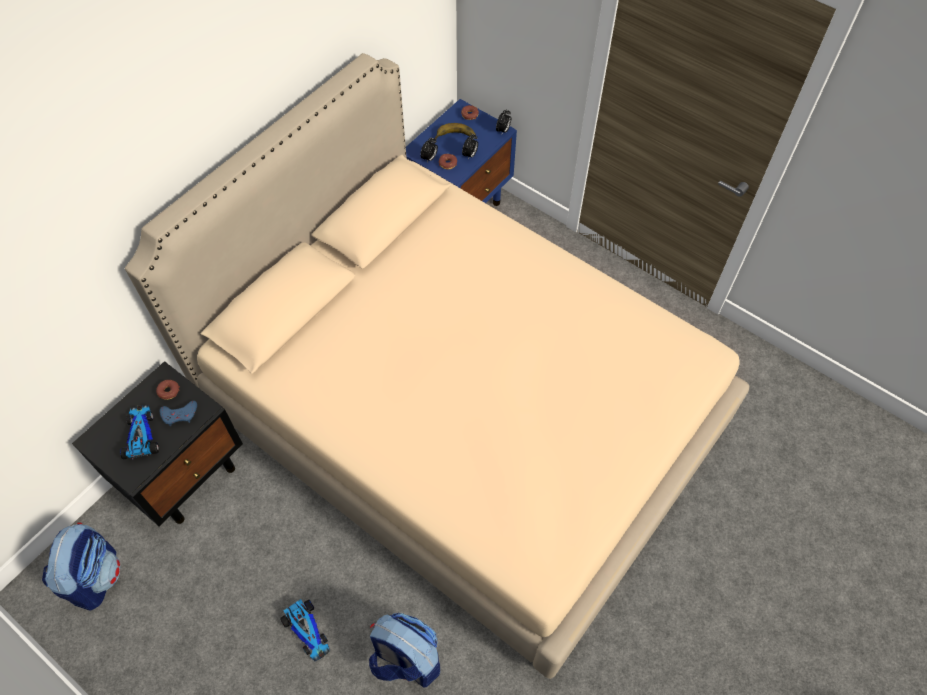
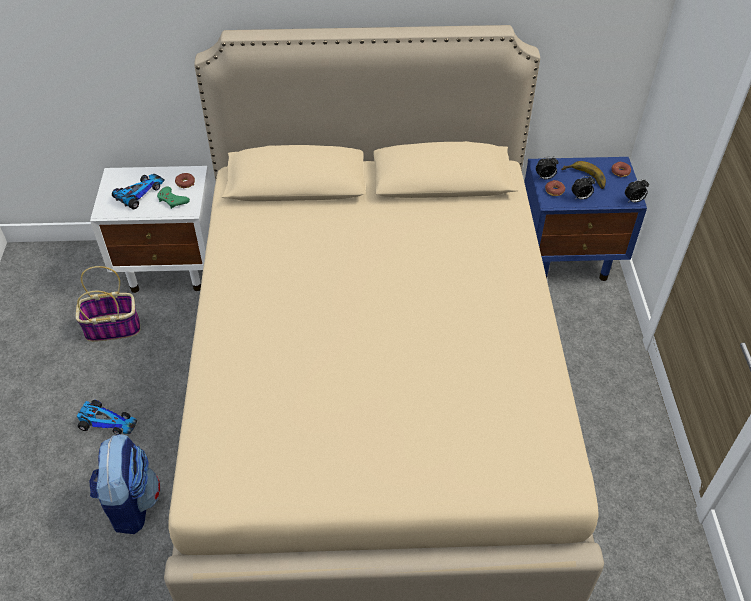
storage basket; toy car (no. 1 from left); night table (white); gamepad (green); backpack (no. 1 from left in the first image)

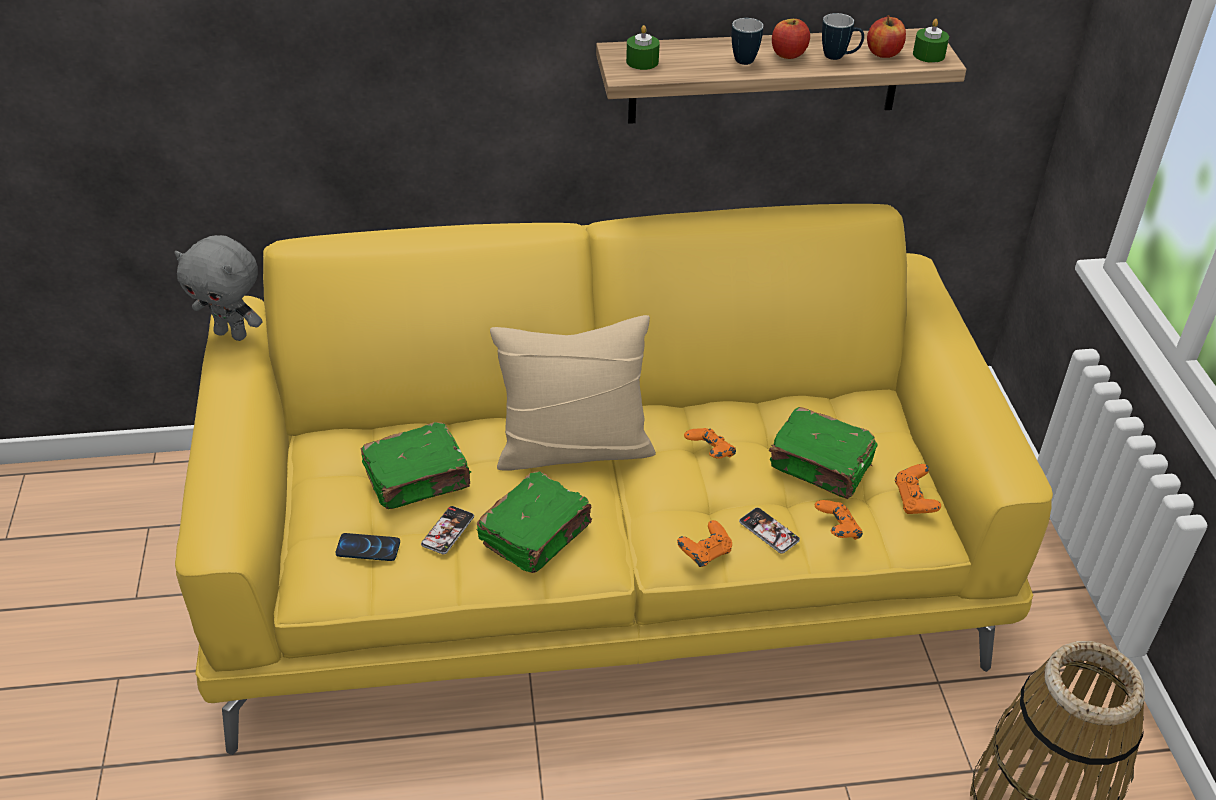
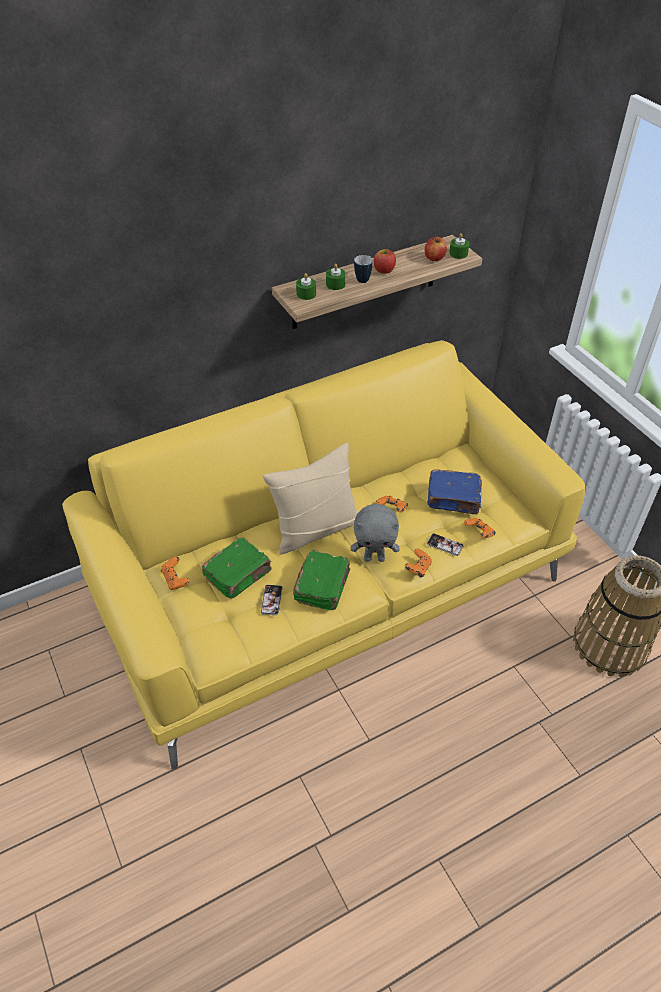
gamepad (orange) (no. 1 from left); wax candle (green) (no. 2 from left); soft toy (greyish); bound book (blue); telephone (no. 1 from left in the first image); coffee mug (no. 2 from left in the first image)

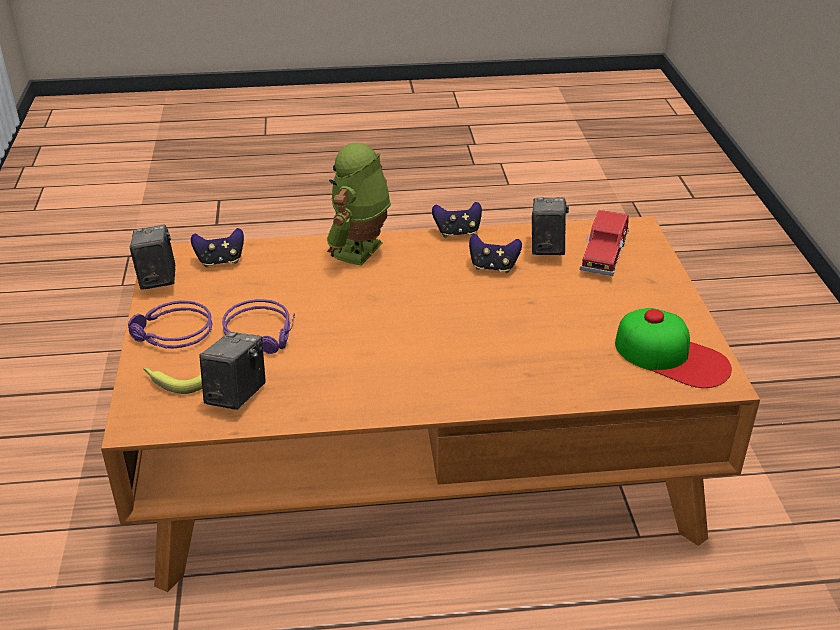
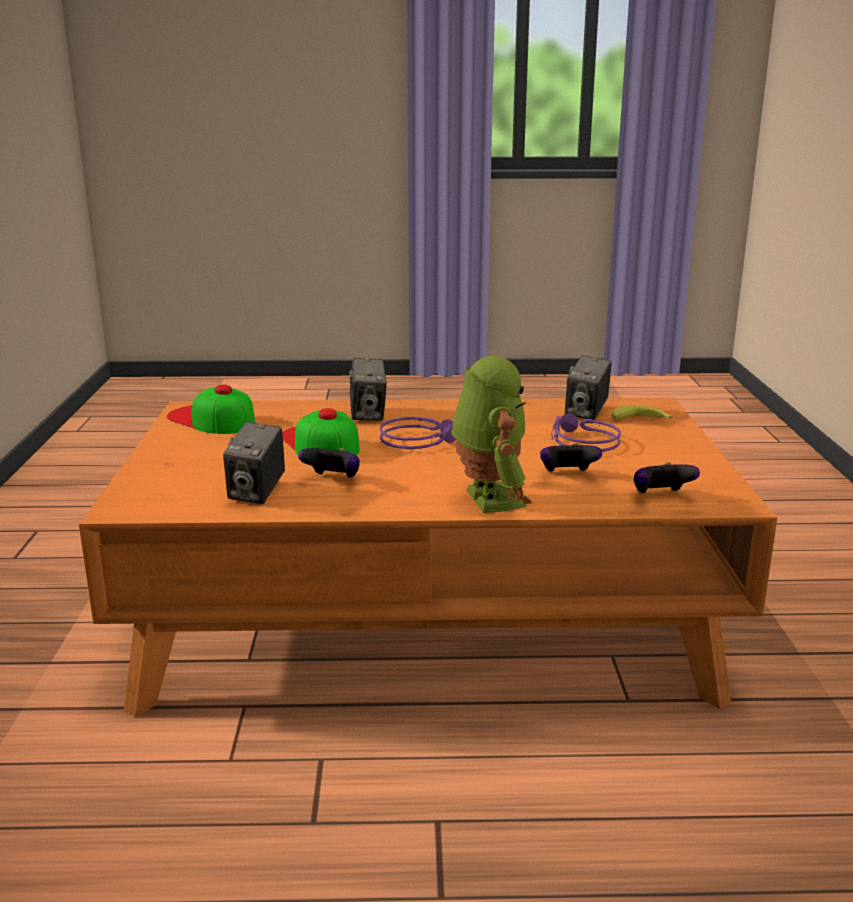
peaked cap (no. 2 from left); photo camera (no. 2 from left); pair of headphones (purple-coloured) (no. 1 from left); model robot; gamepad (no. 2 from left); toy car (red-coloured)

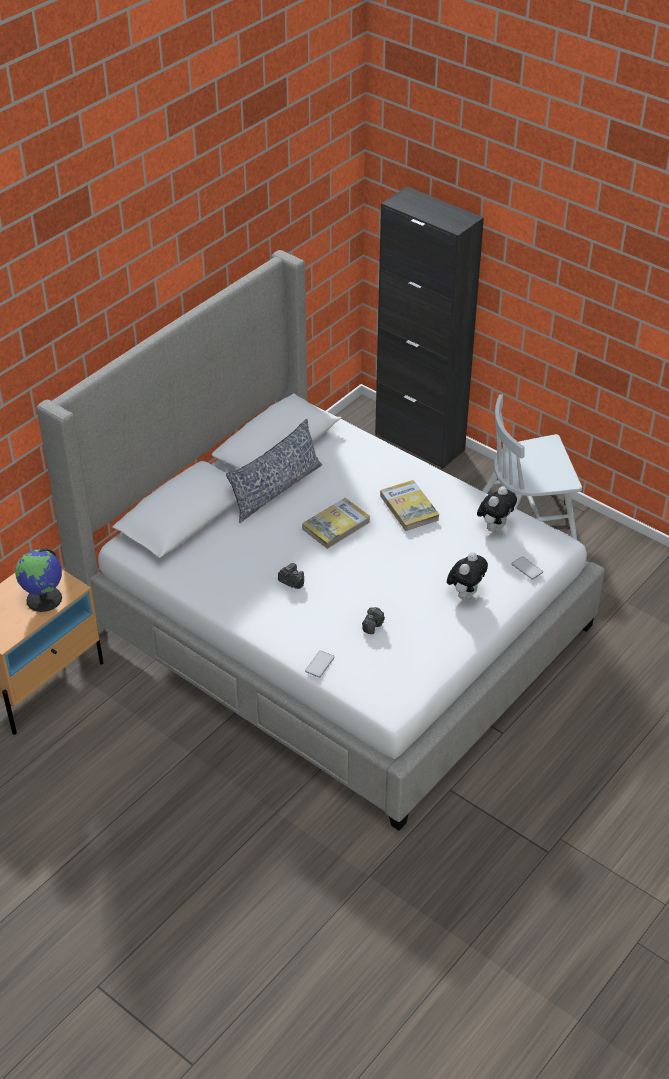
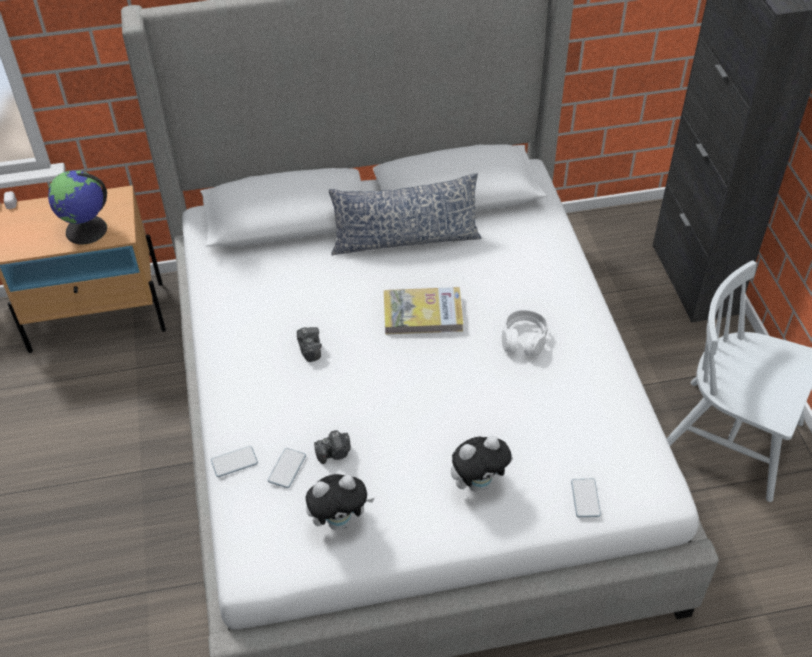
telephone (no. 2 from left); soft toy (no. 1 from left); pair of headphones (white)

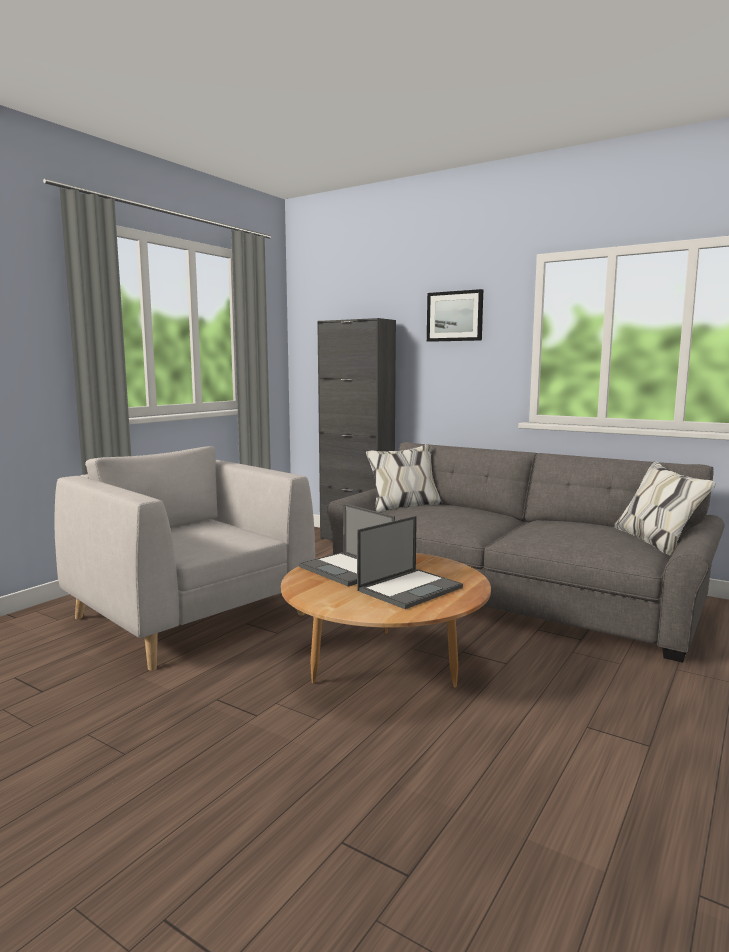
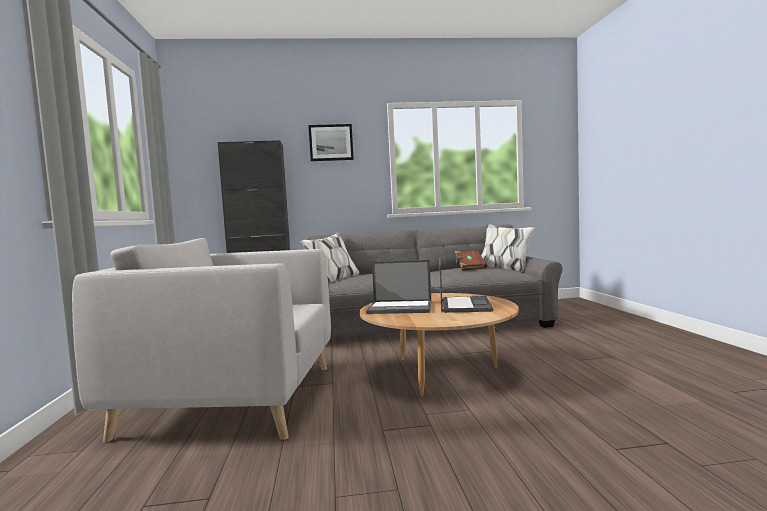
bound book (brown-coloured)

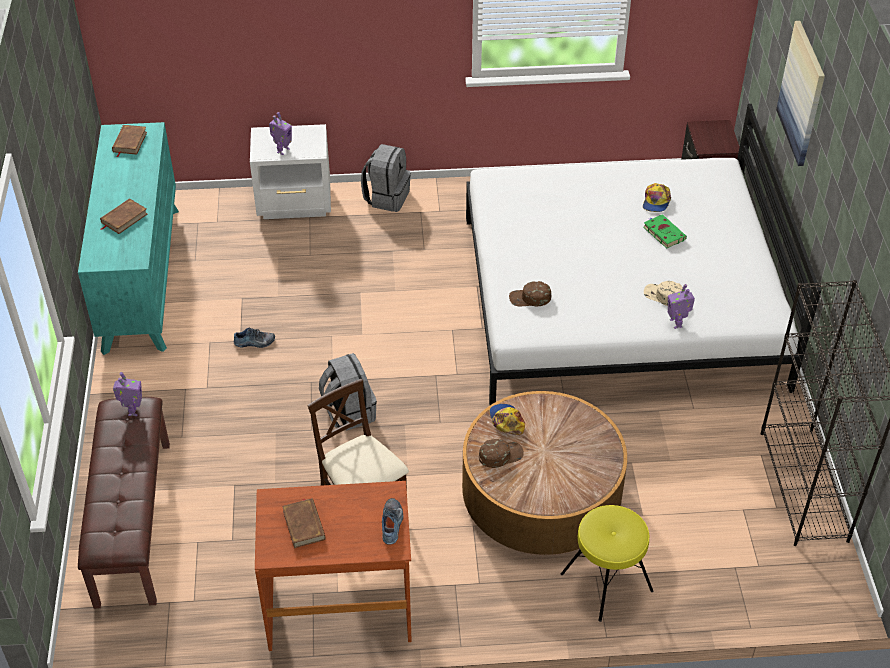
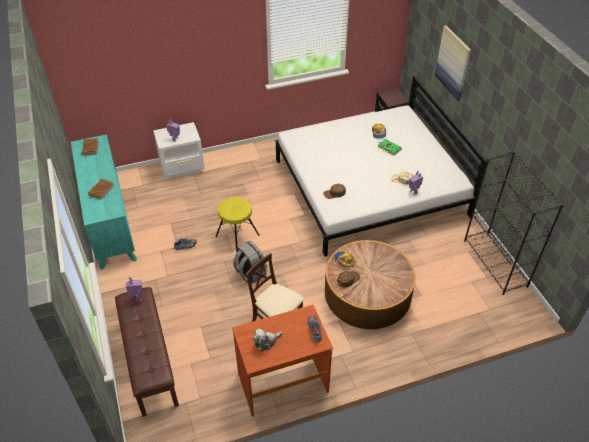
sitting stool (yellowish); soft toy; backpack (greyish) (no. 2 from left in the first image)

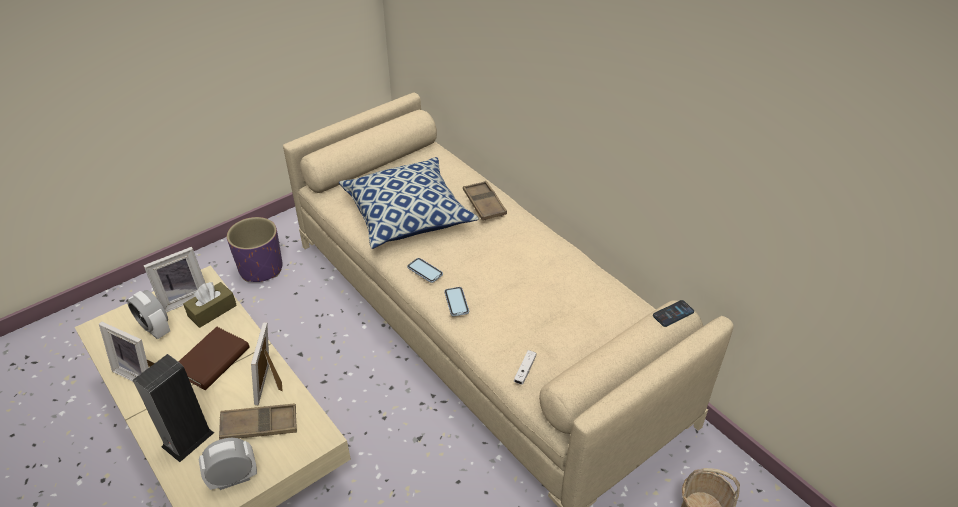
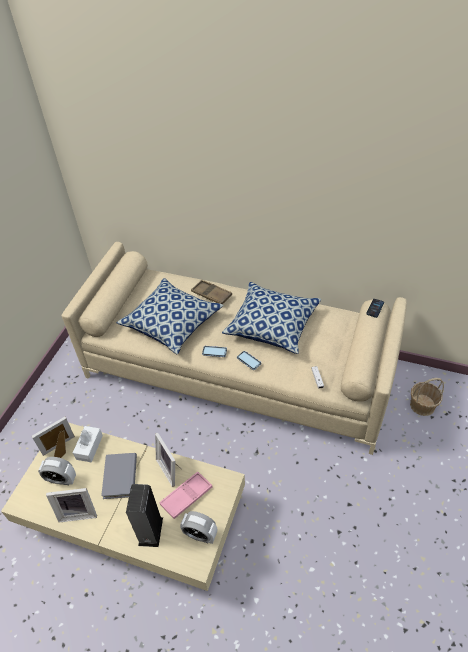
standing frame (no. 1 from left); box of tissues (white); bound book (greyish); tray (pinkish); alarm clock (no. 2 from left); cushion (no. 2 from left); flower pot (purple-coloured)

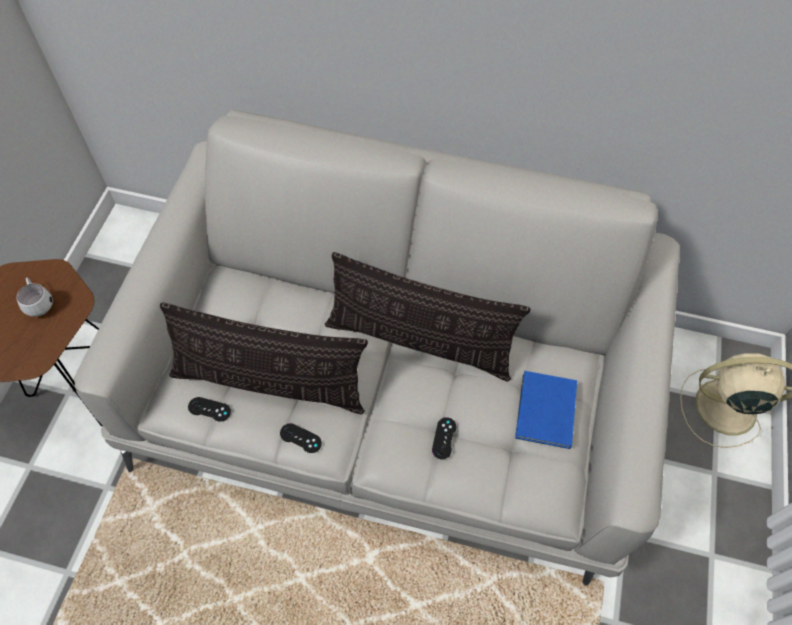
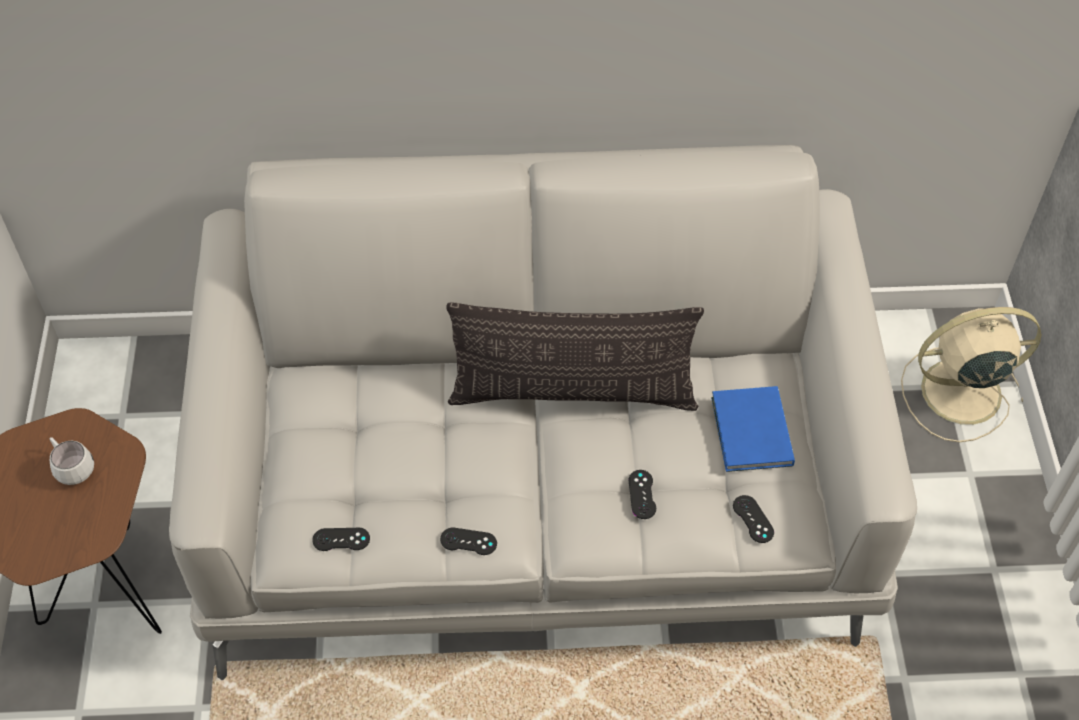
gamepad (black-coloured) (no. 4 from left); cushion (no. 1 from left in the first image)

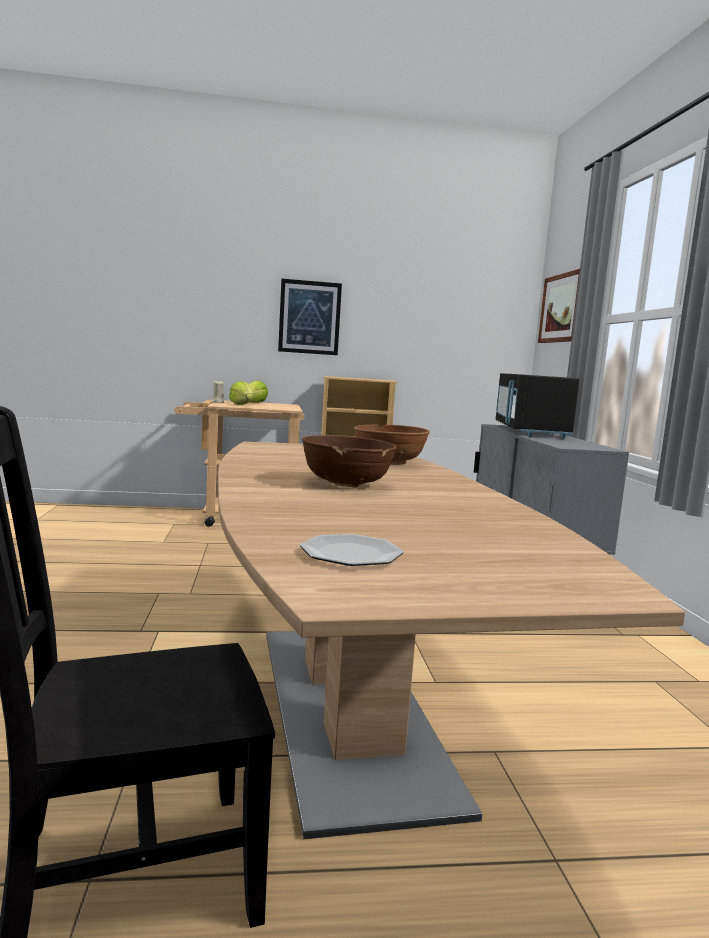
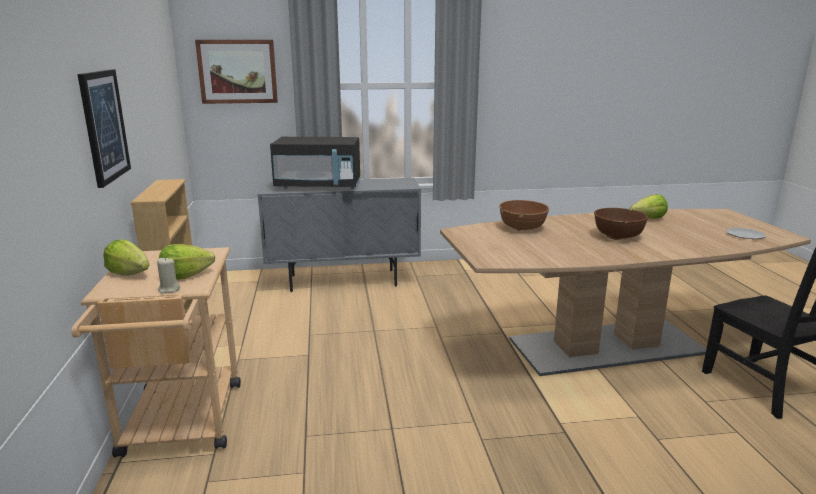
head of lettuce (no. 3 from left)

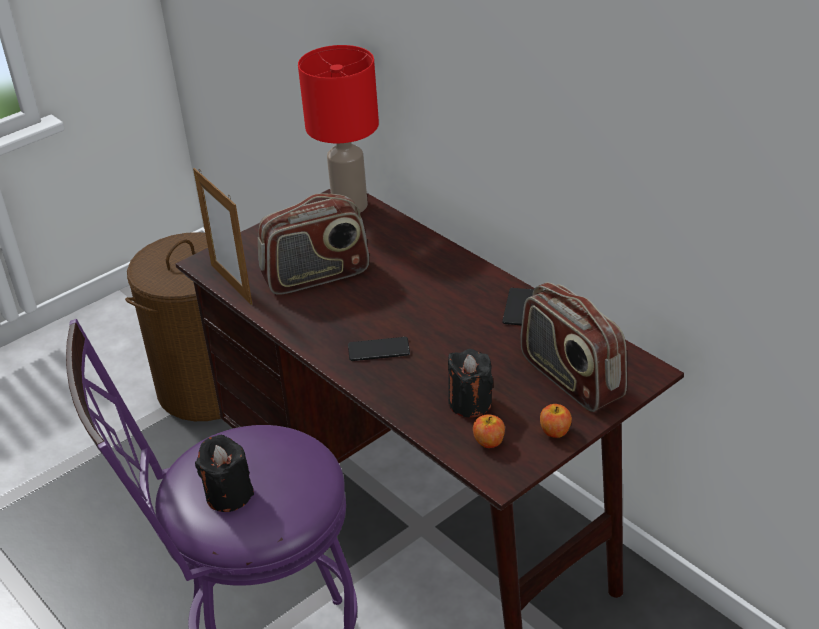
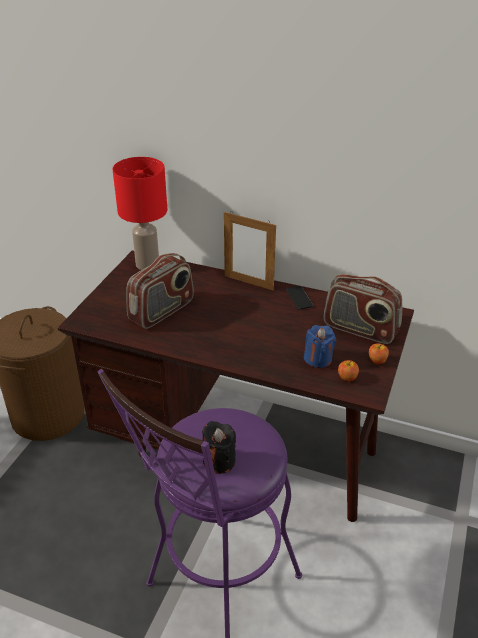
standing frame; wax candle (blue); telephone (no. 1 from left in the first image)

